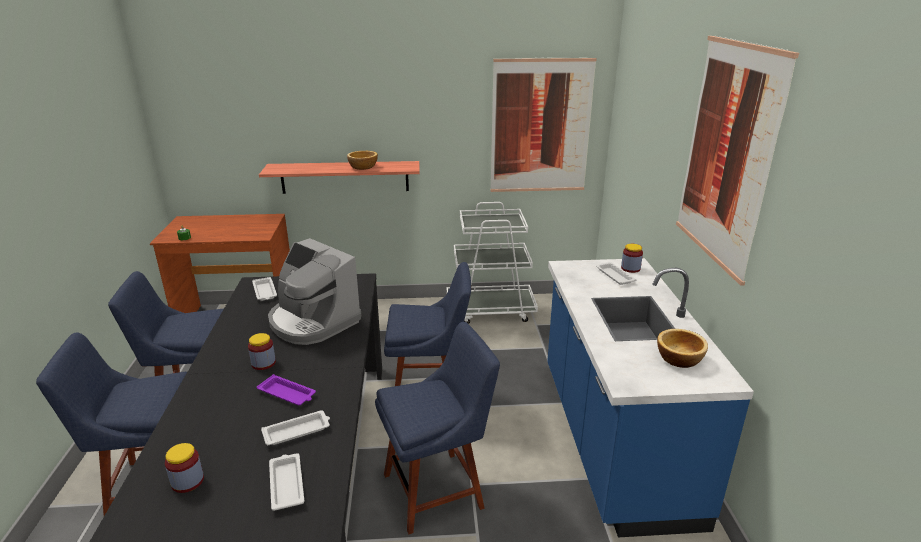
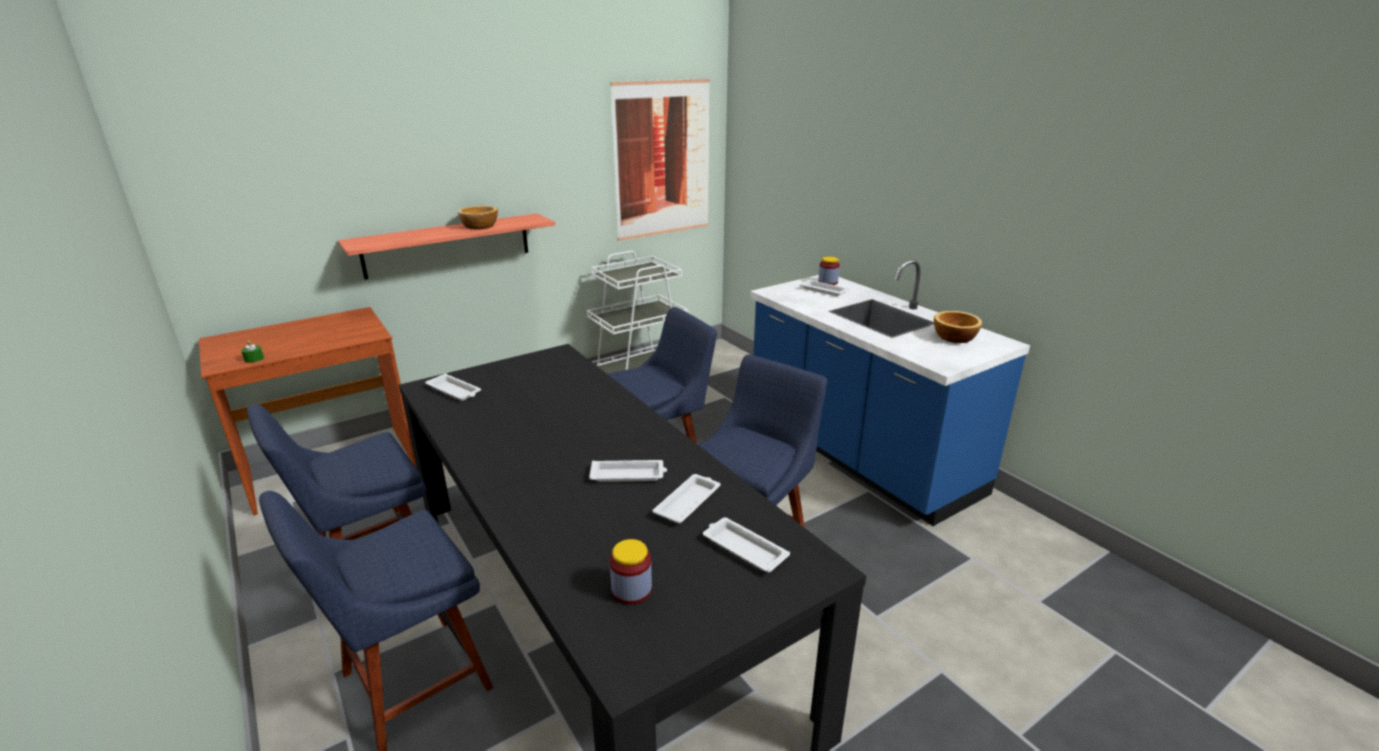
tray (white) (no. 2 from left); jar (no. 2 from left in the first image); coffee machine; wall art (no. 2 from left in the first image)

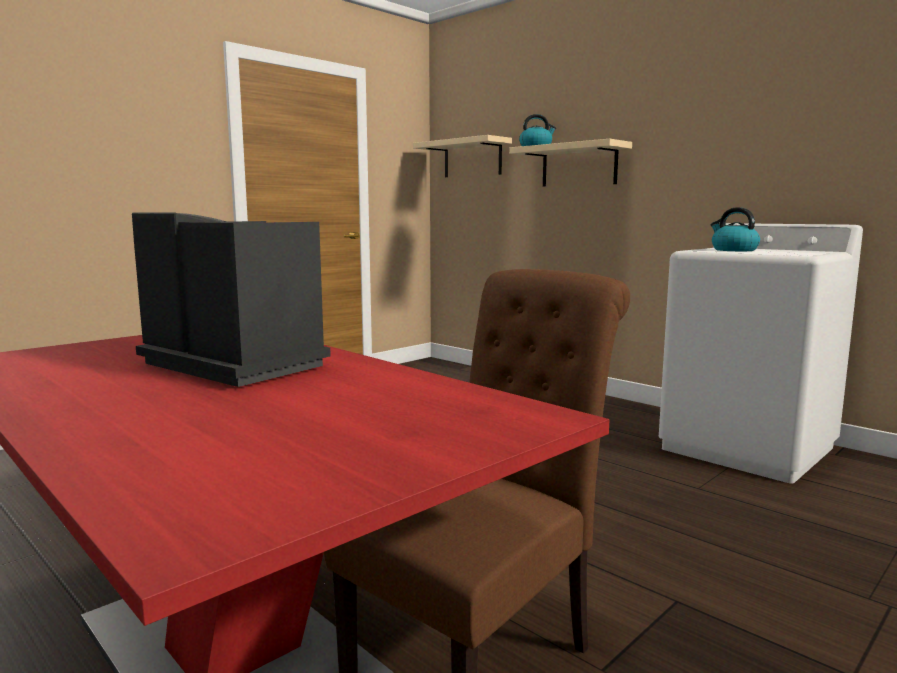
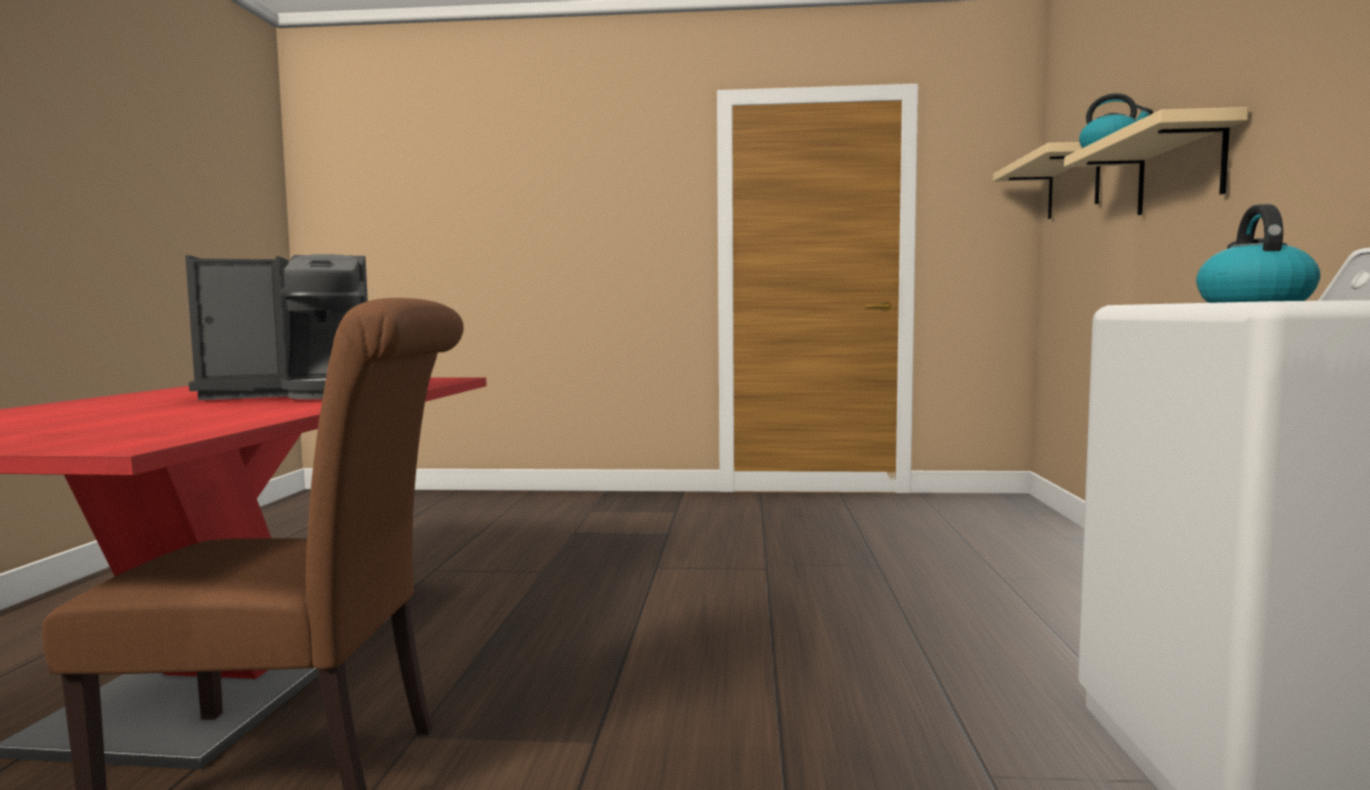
coffee machine

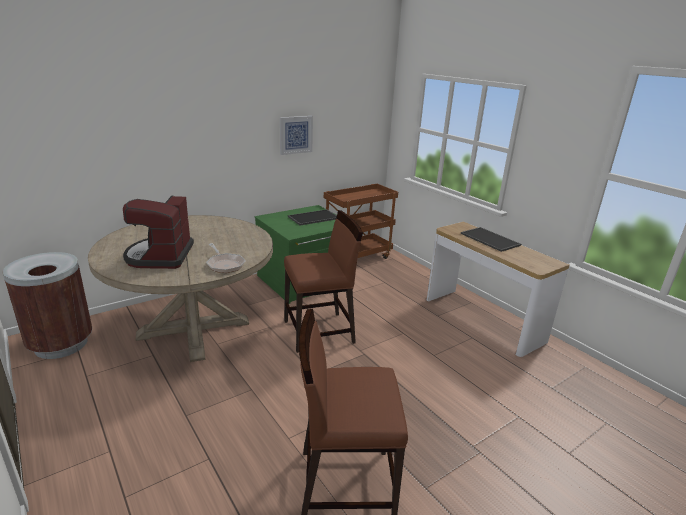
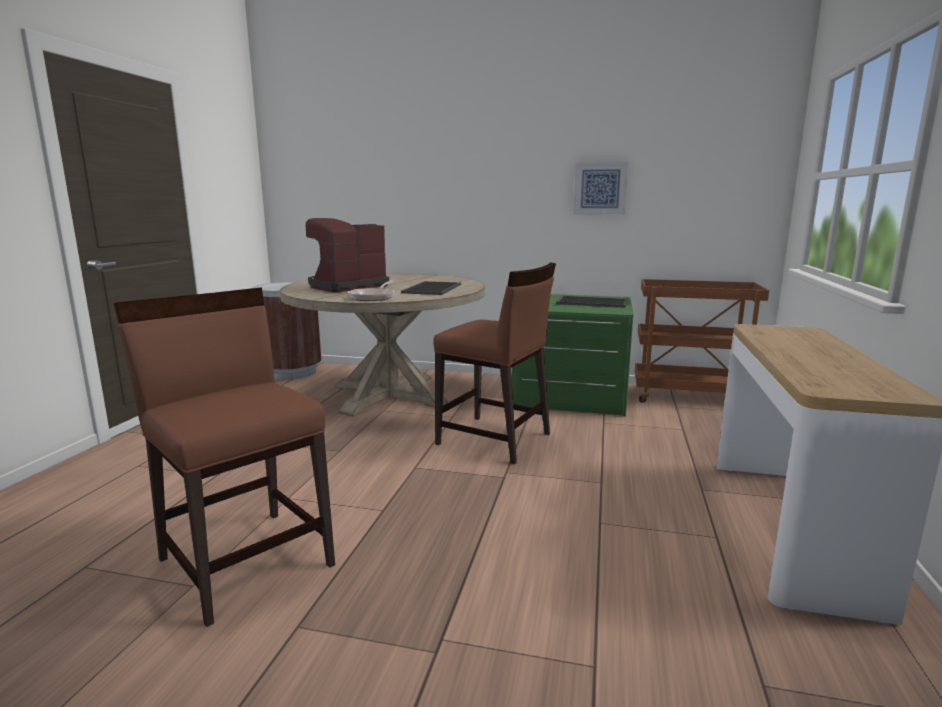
tray (no. 1 from left)

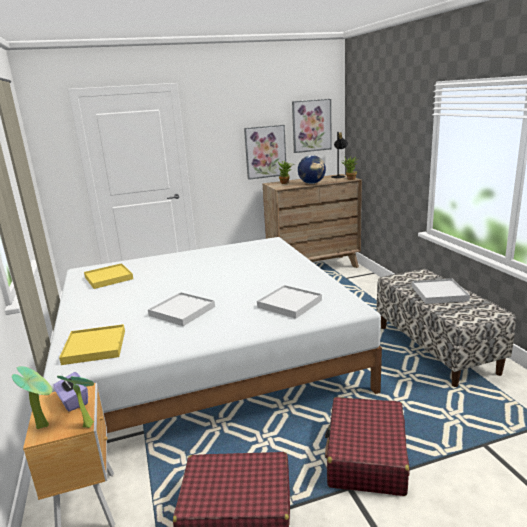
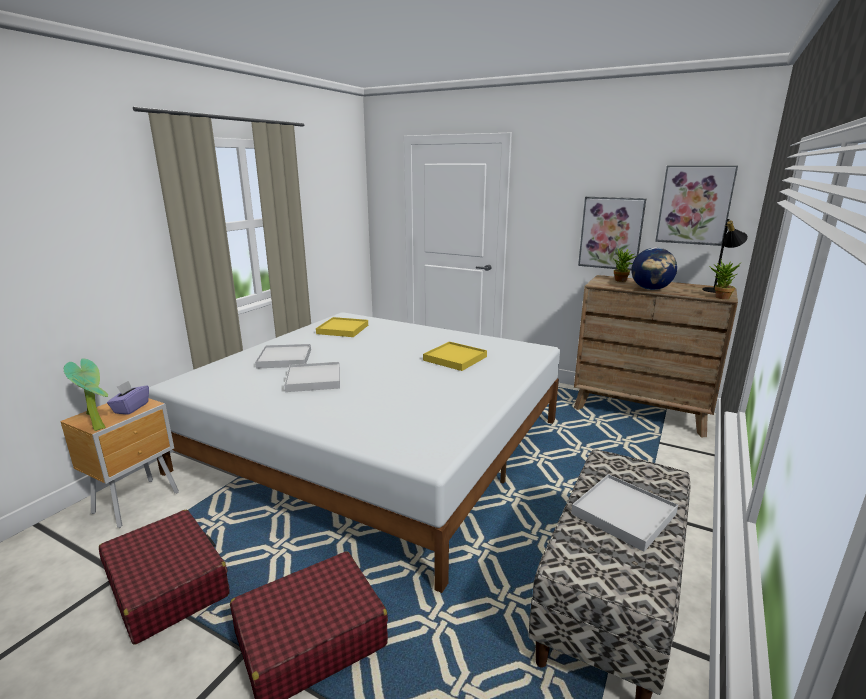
tray (white) (no. 1 from left); tray (yellowish) (no. 2 from left)

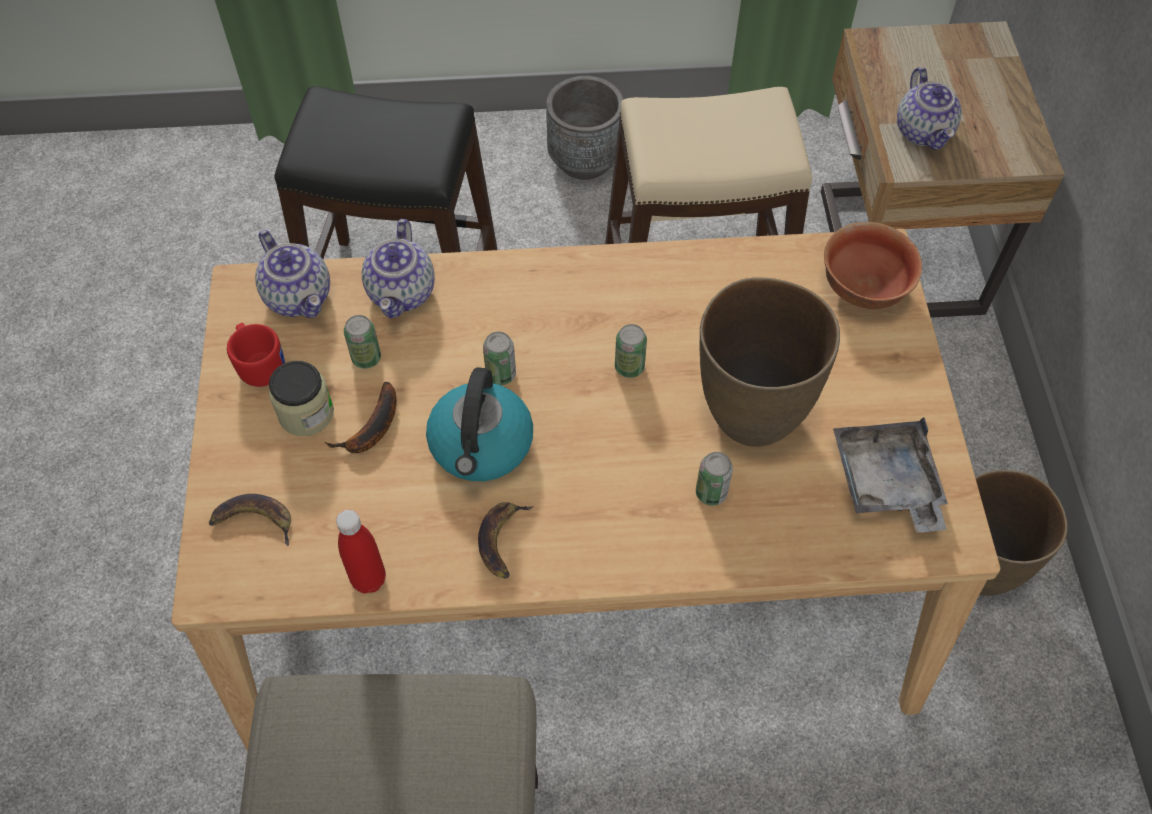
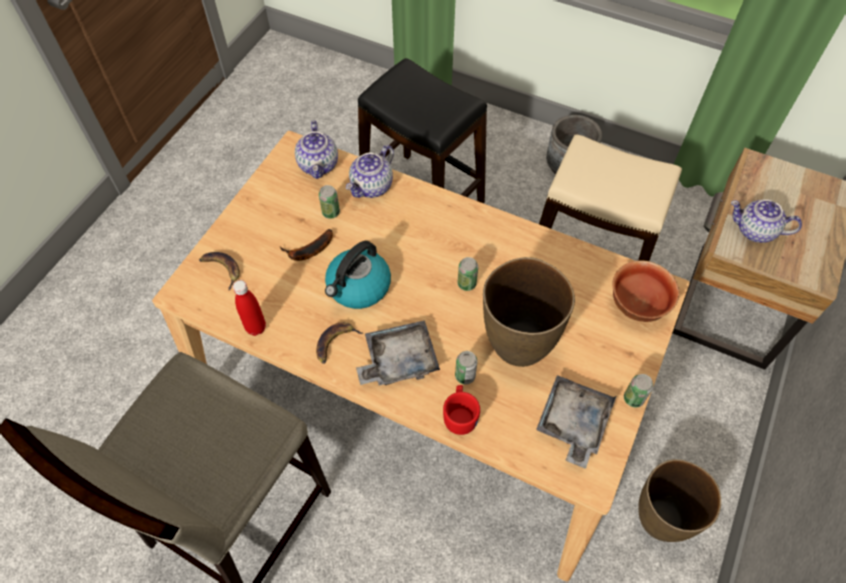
tray (greyish) (no. 1 from left); coffee mug (red-coloured); metal can (no. 4 from left); pot for tea (no. 3 from left); jar

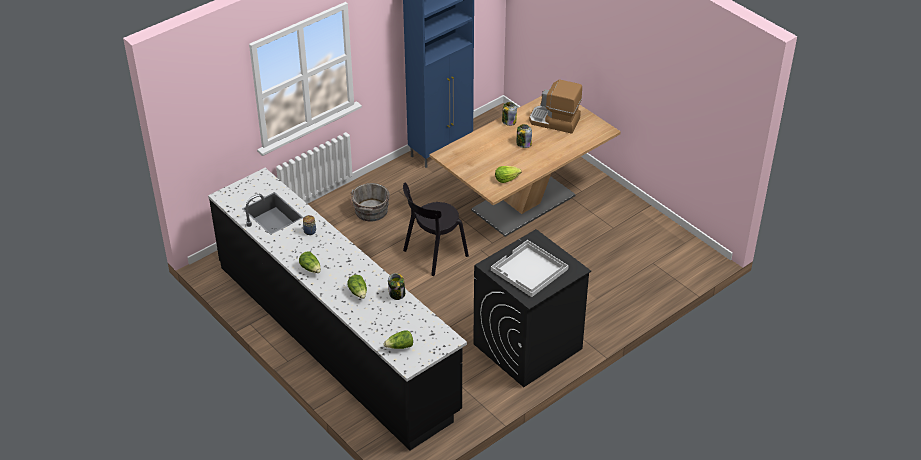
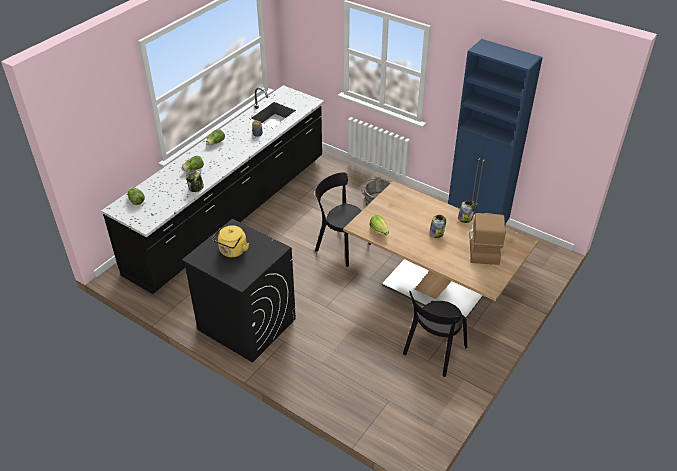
water kettle (yellowish); chair (black-coloured) (no. 2 from left)

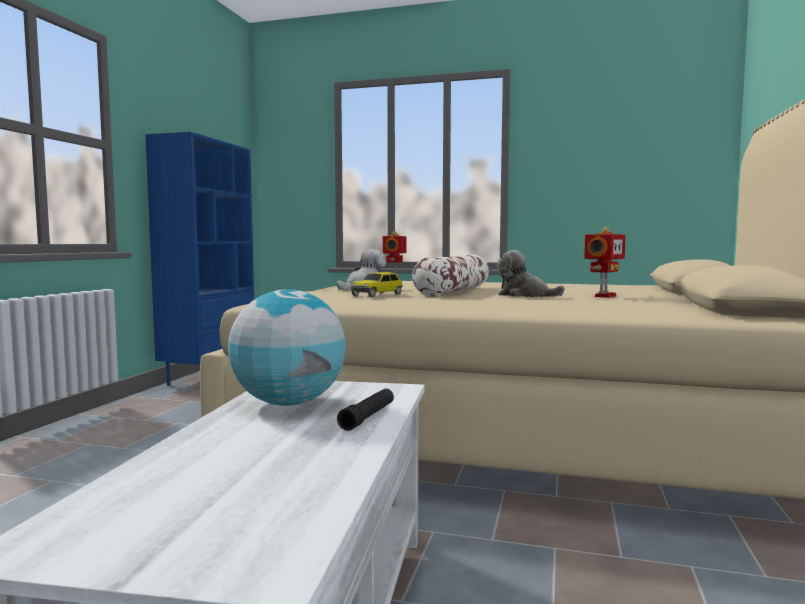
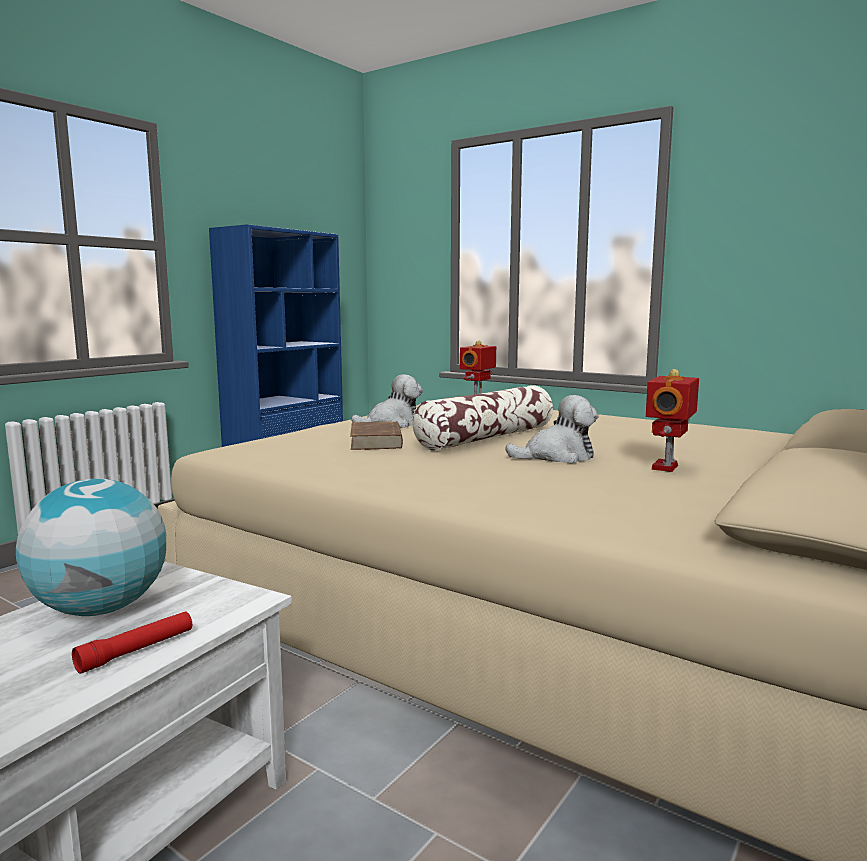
hand torch (red-coloured); bound book (brown-coloured); soft toy (no. 2 from left); model robot (no. 2 from left)

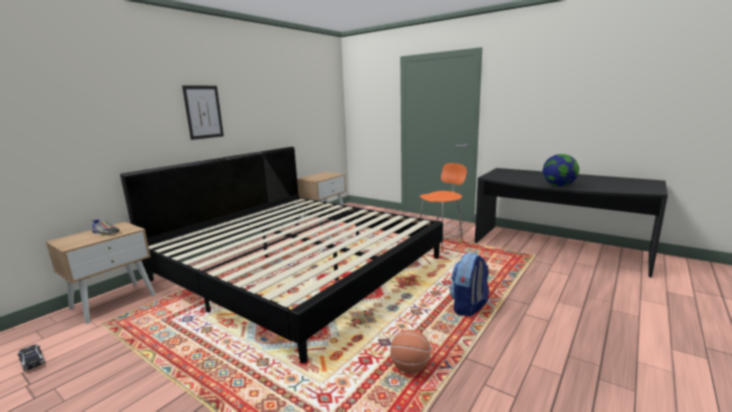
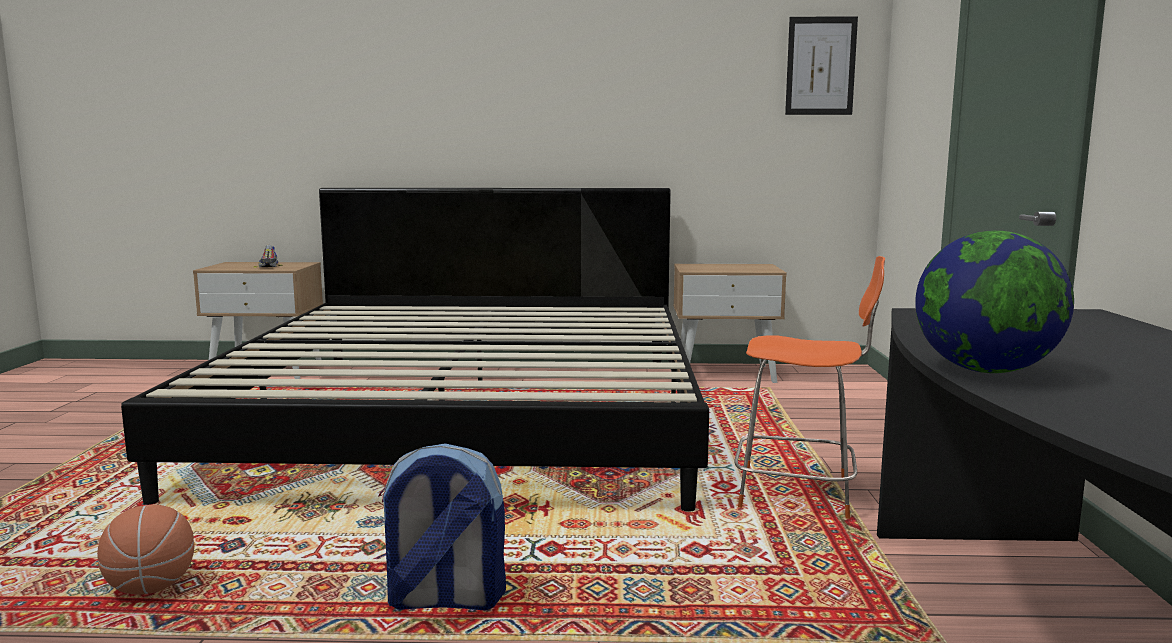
wall art; toy car

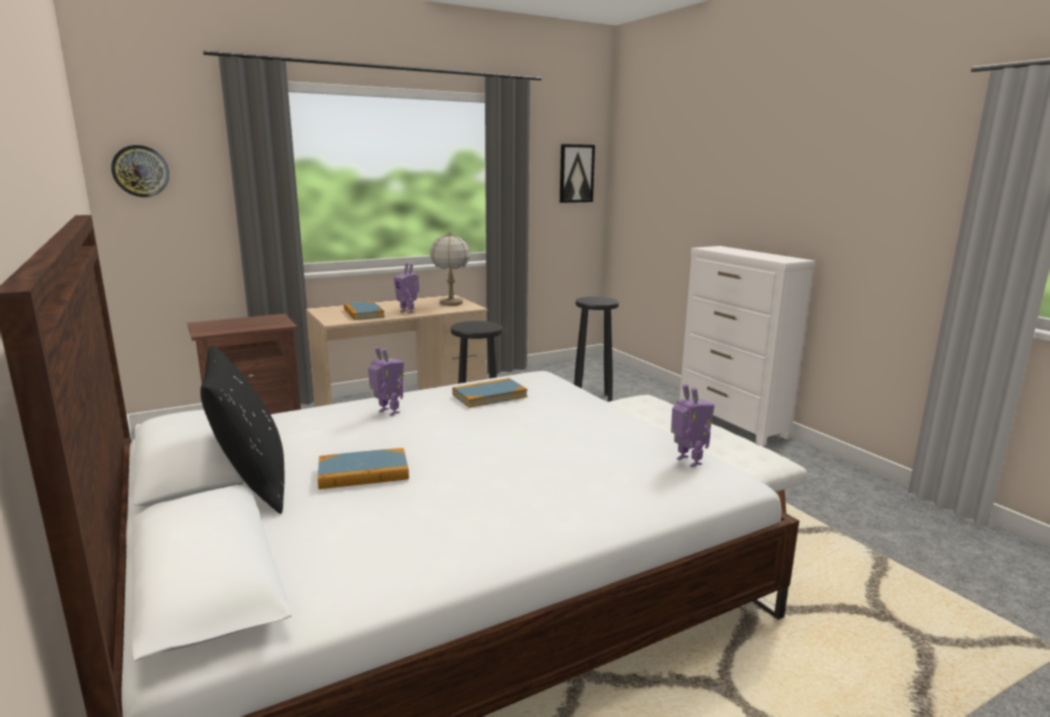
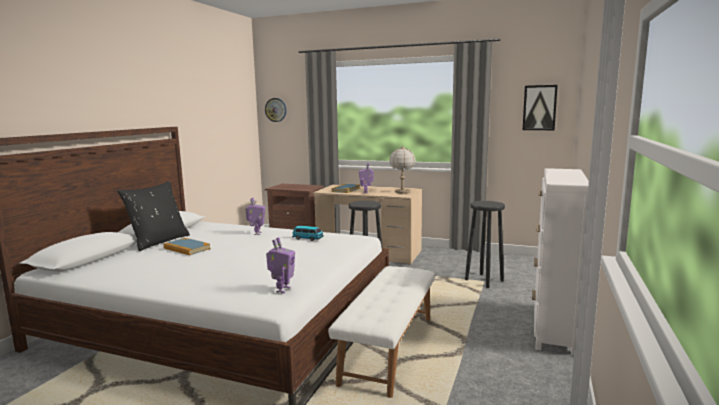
toy car

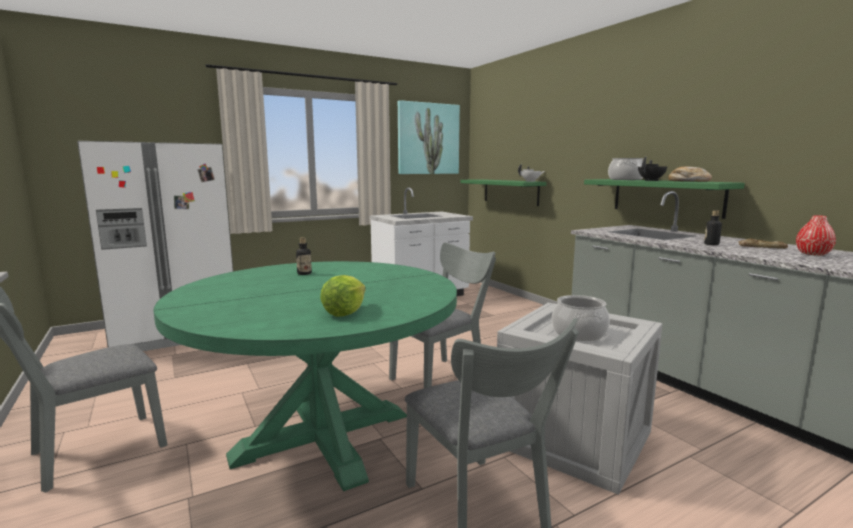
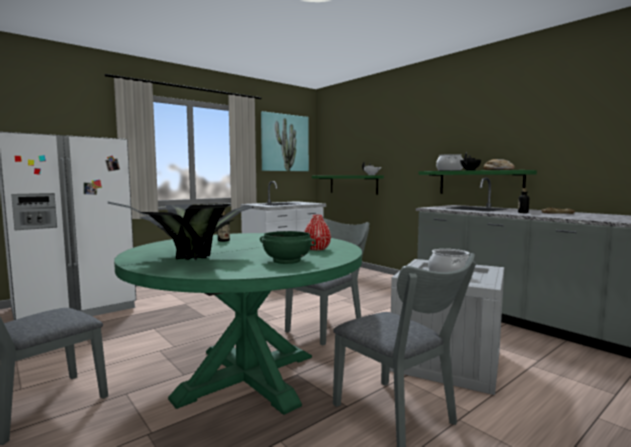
potted plant; deep dish (green); vase (red-coloured)

